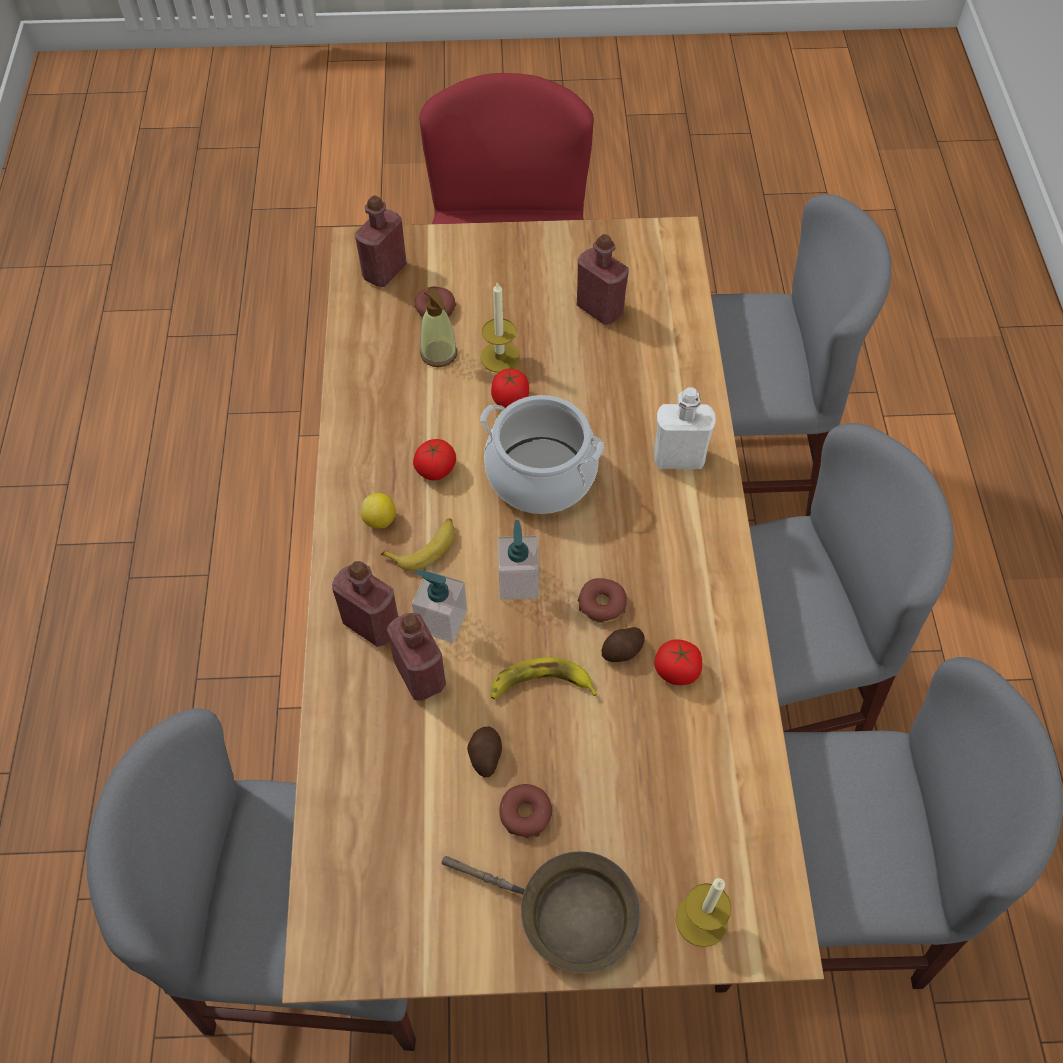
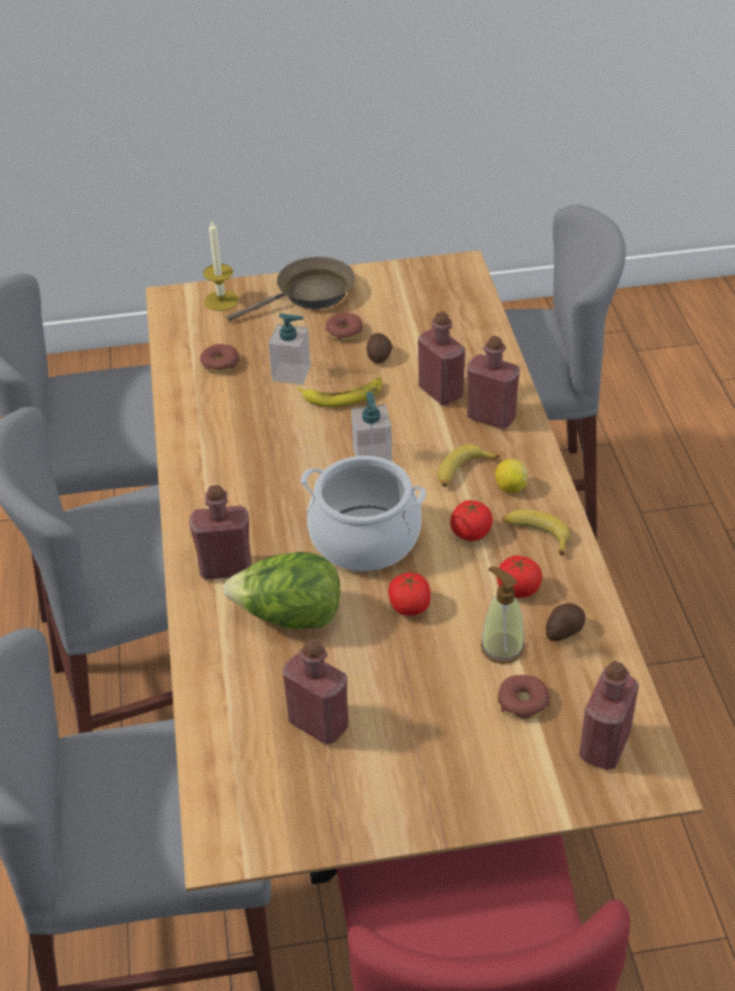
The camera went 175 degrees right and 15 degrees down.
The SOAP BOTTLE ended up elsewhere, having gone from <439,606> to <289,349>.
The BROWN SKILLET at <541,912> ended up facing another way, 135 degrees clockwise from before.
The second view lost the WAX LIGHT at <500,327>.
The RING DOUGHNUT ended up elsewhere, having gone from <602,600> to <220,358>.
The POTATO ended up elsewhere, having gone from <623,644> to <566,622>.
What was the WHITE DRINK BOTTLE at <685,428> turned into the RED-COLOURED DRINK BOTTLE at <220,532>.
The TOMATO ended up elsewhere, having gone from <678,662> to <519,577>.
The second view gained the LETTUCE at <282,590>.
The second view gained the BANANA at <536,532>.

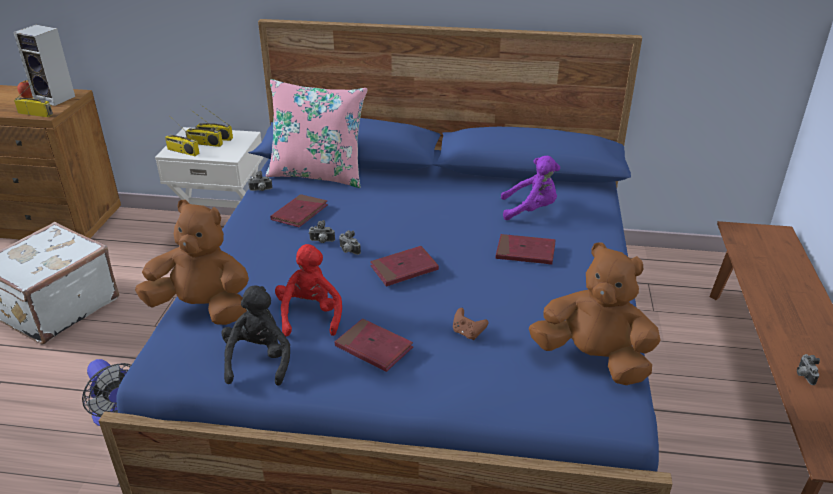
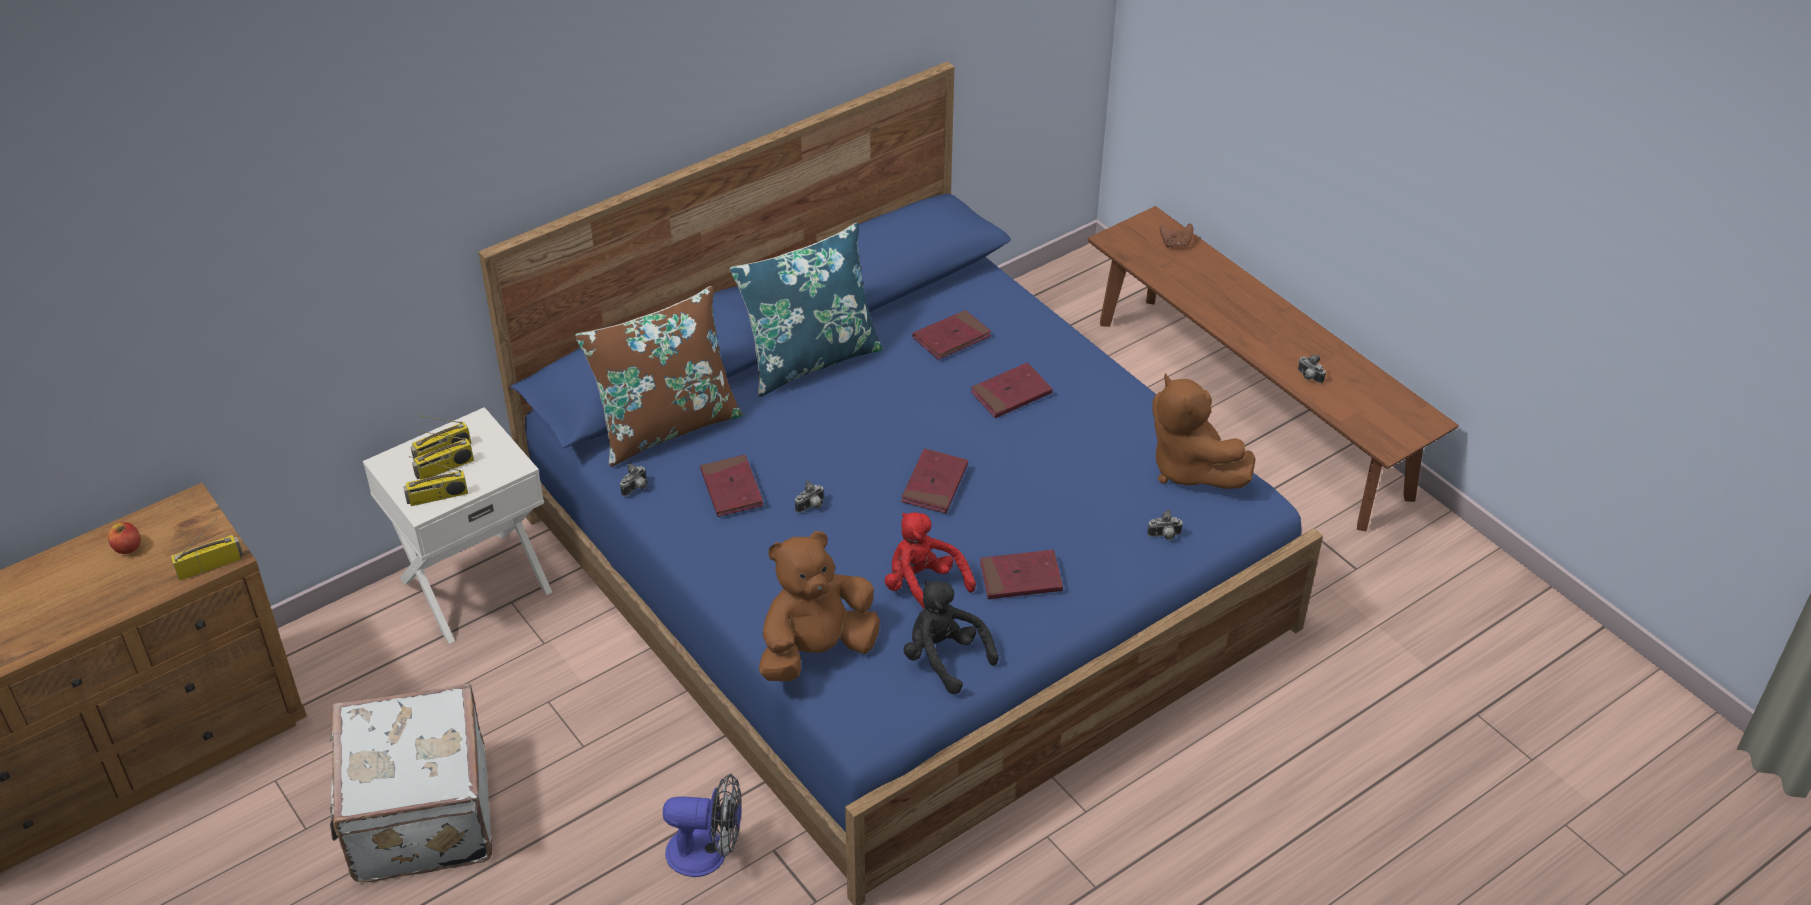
The camera went 45 degrees left and 10 degrees up.
The second view lost the LOUDSPEAKER at <44,65>.
What was the PINKISH PILLOW at <317,133> turned into the BROWN PILLOW at <659,376>.
The STILL CAMERA ended up elsewhere, having gone from <350,242> to <1165,524>.
The BROWN GAME CONTROLLER ended up elsewhere, having gone from <470,324> to <1176,235>.
Where the PURPLE-COLOURED SOFT TOY stood at <530,188>, the RED-COLOURED BOOK came to stand at <951,335>.
The BROWN SOFT TOY at <594,314> ended up facing another way, 105 degrees counterclockwise from before.
The second view gained the BLUE-COLOURED PILLOW at <806,310>.

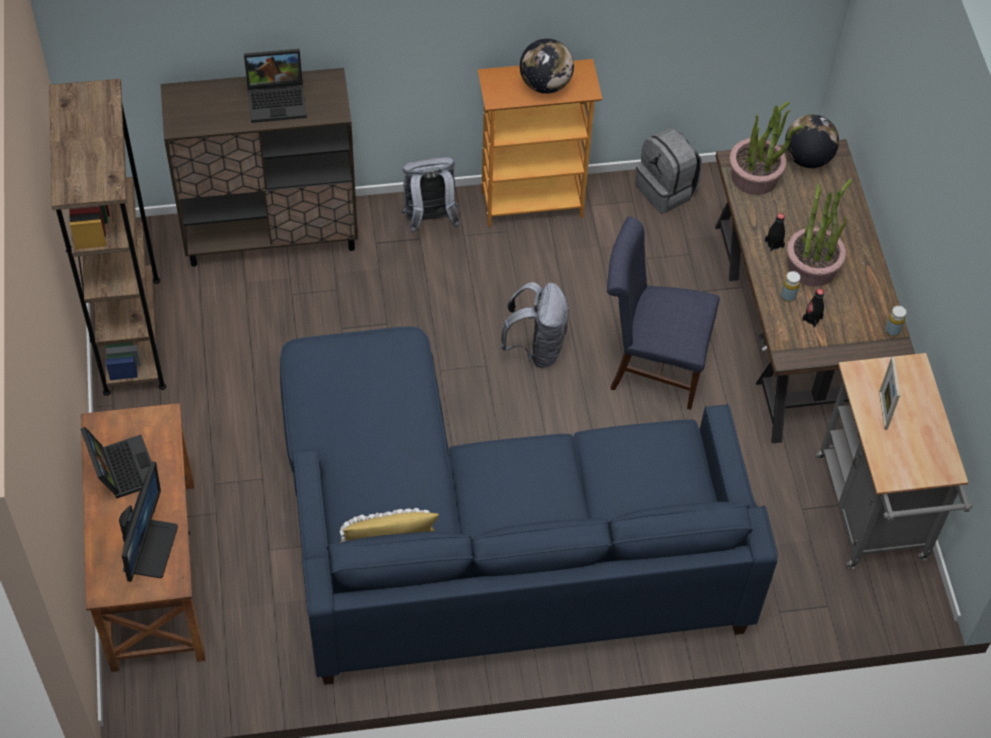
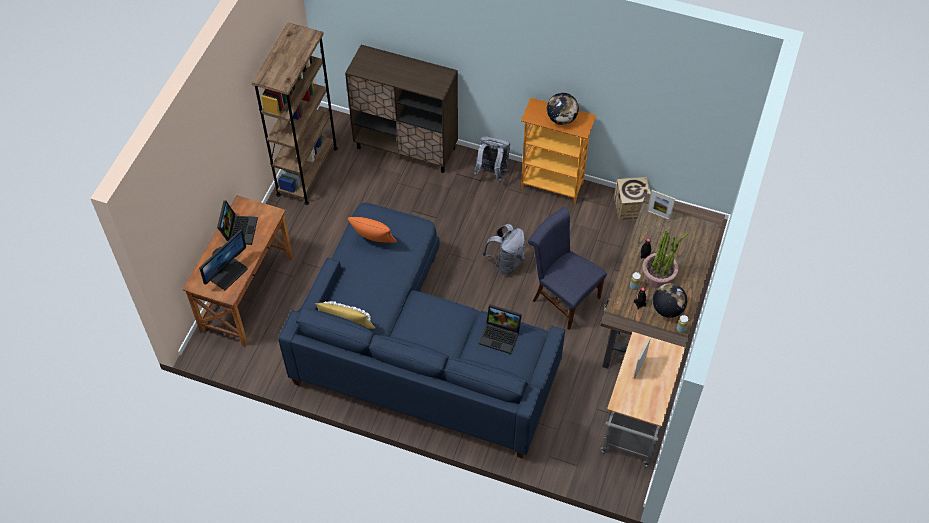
The camera went 30 degrees right and 0 degrees up.
The LAPTOP ended up elsewhere, having gone from <275,86> to <500,329>.
Where the GREY KNAPSACK stood at <669,171>, the PACKING BOX came to stand at <632,199>.
Where the HOUSEPLANT stood at <766,148>, the PICTURE FRAME came to stand at <661,205>.
The DESK GLOBE ended up elsewhere, having gone from <812,141> to <670,300>.
The second view gained the ORANGE PILLOW at <372,230>.

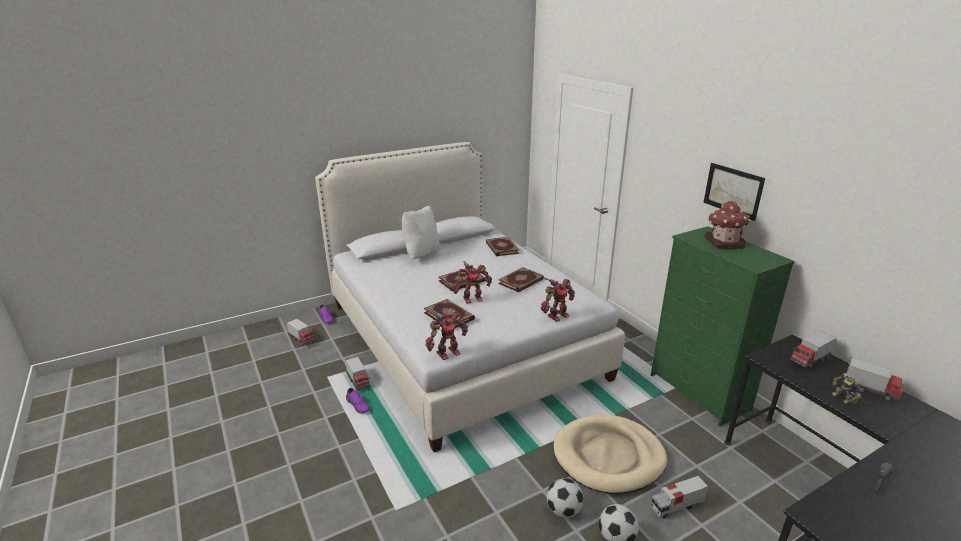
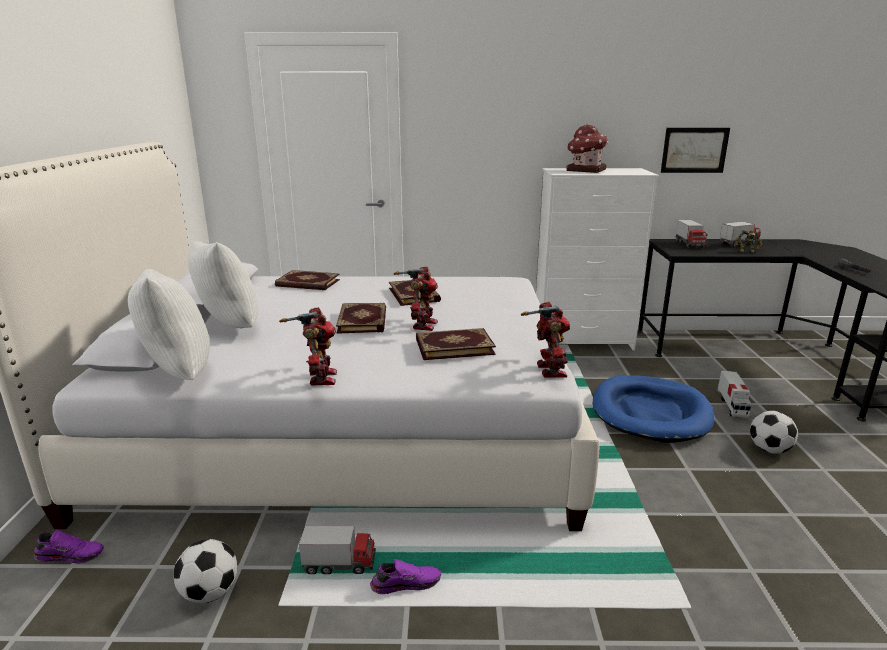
The camera went 60 degrees left and 5 degrees down.
The second view lost the TOY LORRY at <301,332>.
The MODEL ROBOT ended up elsewhere, having gone from <558,300> to <308,346>.
The FOOTBALL BALL ended up elsewhere, having gone from <565,498> to <205,571>.
What was the BEIGE-COLOURED PET BED at <610,454> turned into the BLUE-COLOURED PET BED at <654,409>.
What was the GREEN DRESSER at <723,326> turned into the WHITE DRESSER at <597,259>.
The WALL PICTURE ended up elsewhere, having gone from <734,192> to <695,150>.
The second view gained the WHITE PILLOW at <169,324>.

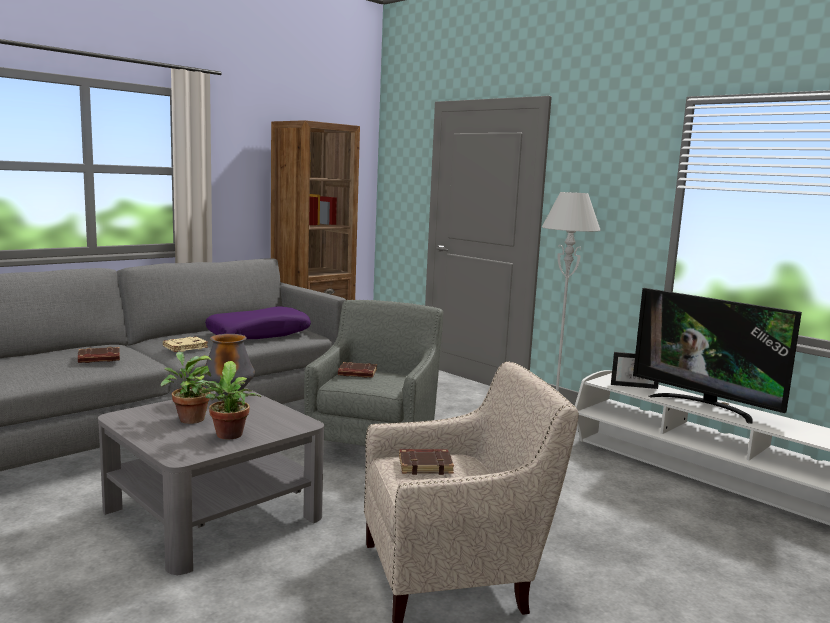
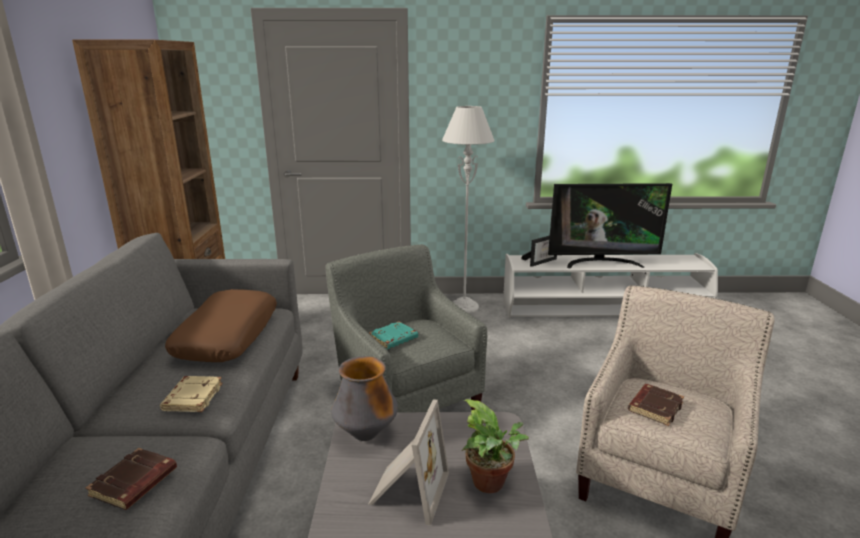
The camera went 45 degrees left and 10 degrees up.
Where the HOUSEPLANT stood at <187,388>, the PICTURE FRAME came to stand at <409,463>.
What was the PURPLE-COLOURED PILLOW at <258,322> turned into the BROWN PILLOW at <221,325>.
What was the BROWN BOOK at <357,370> turned into the TURQUOISE BOOK at <393,335>.

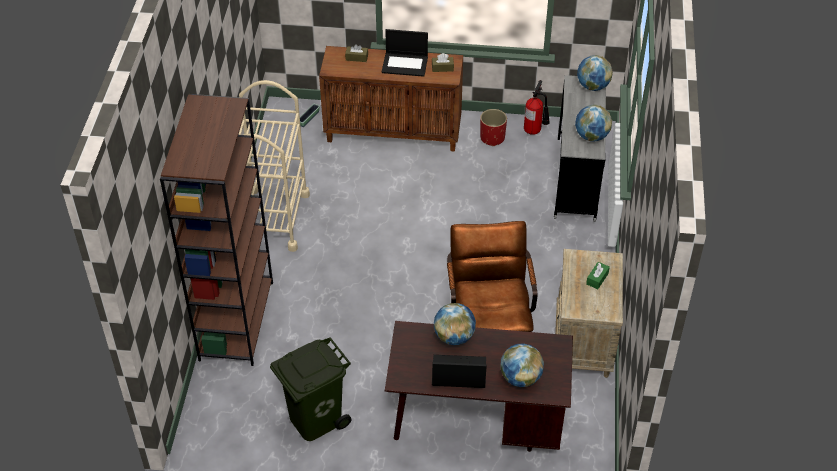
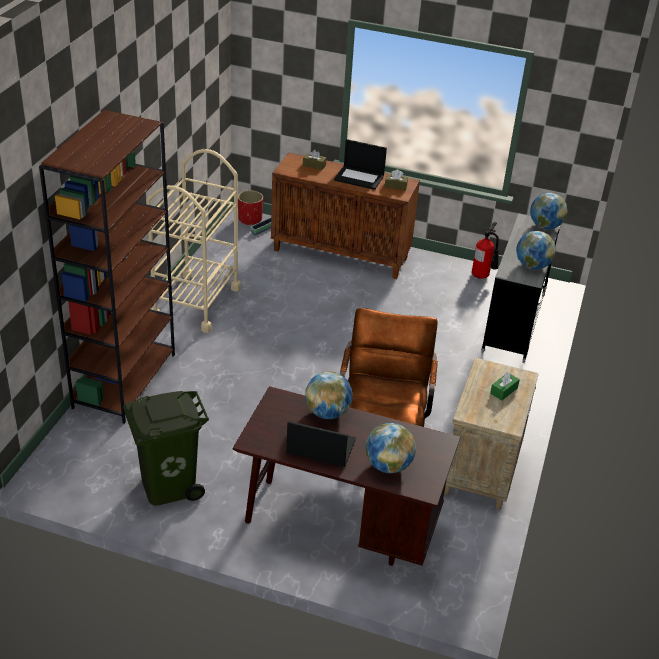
The camera went 10 degrees right and 10 degrees down.
The RED-COLOURED PLANT POT ended up elsewhere, having gone from <493,127> to <250,208>.

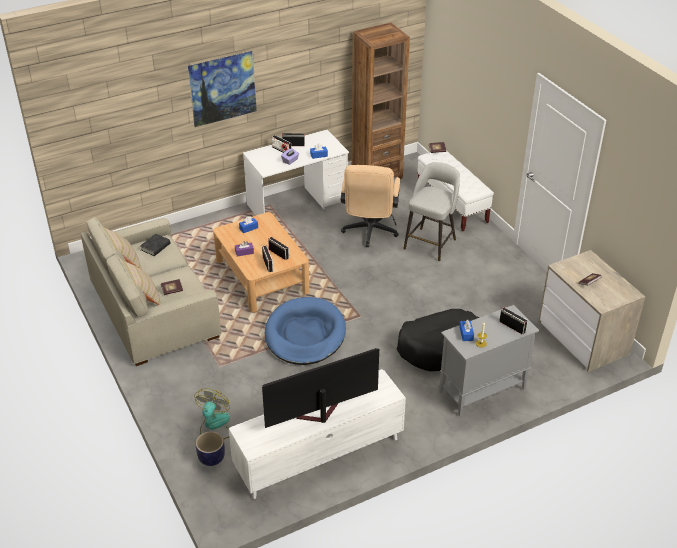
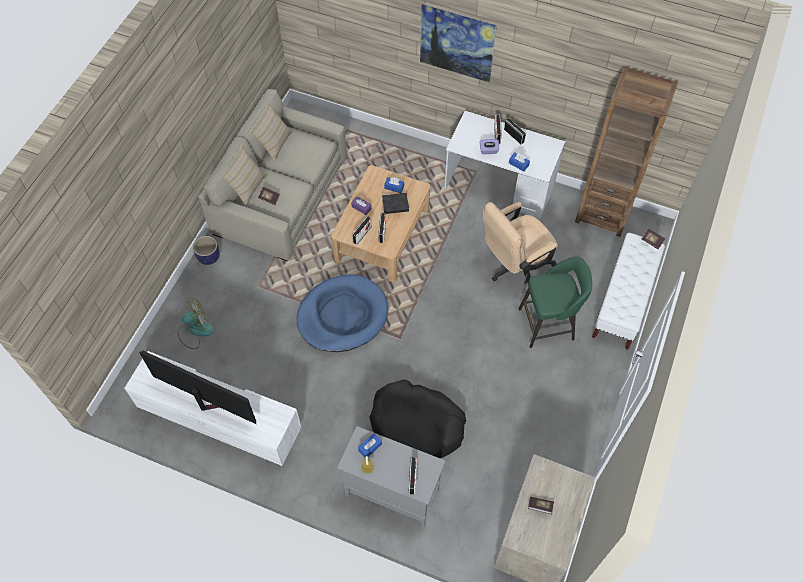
The camera went 50 degrees right and 20 degrees up.
The BLACKISH BOOK ended up elsewhere, having gone from <155,245> to <395,203>.
The PLANT POT ended up elsewhere, having gone from <210,448> to <206,250>.
What was the GREY STOOL at <432,211> turned into the GREEN STOOL at <555,302>.

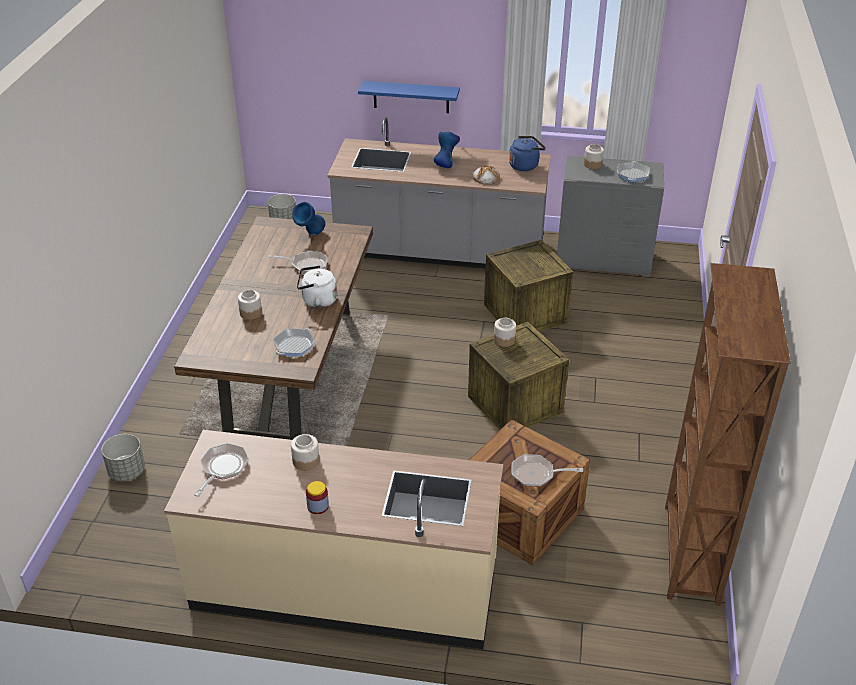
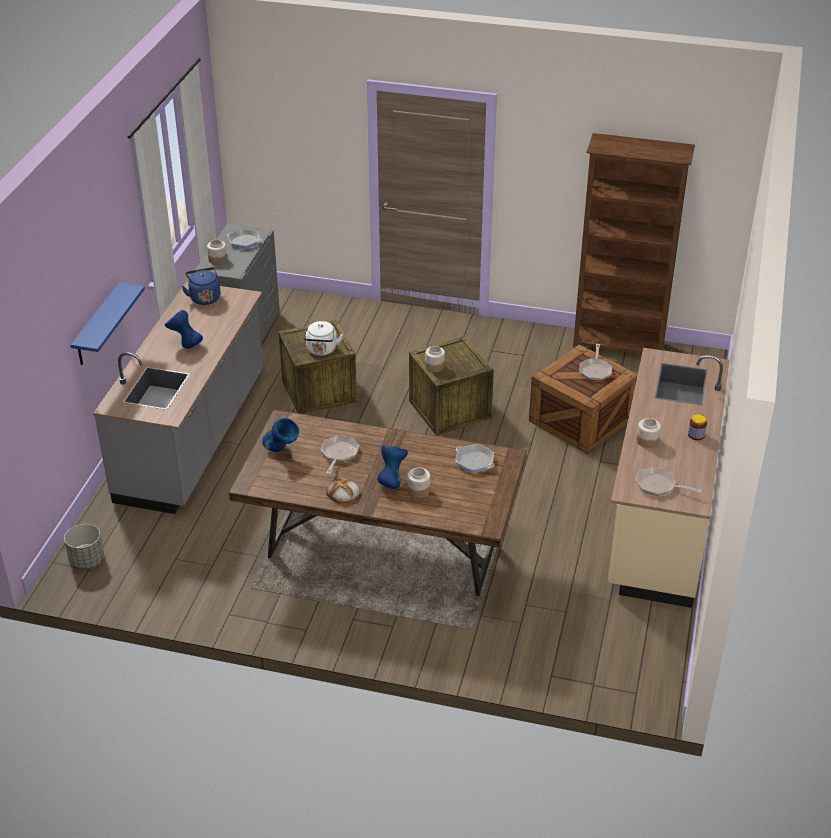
The camera went 85 degrees left and 0 degrees up.
The second view lost the GREY PLANT POT at <123,457>.
The WHITE KETTLE ended up elsewhere, having gone from <317,286> to <323,338>.
The BAKED BREAD ended up elsewhere, having gone from <486,175> to <343,490>.
The second view gained the BLUE-COLOURED VASE at <392,466>.

